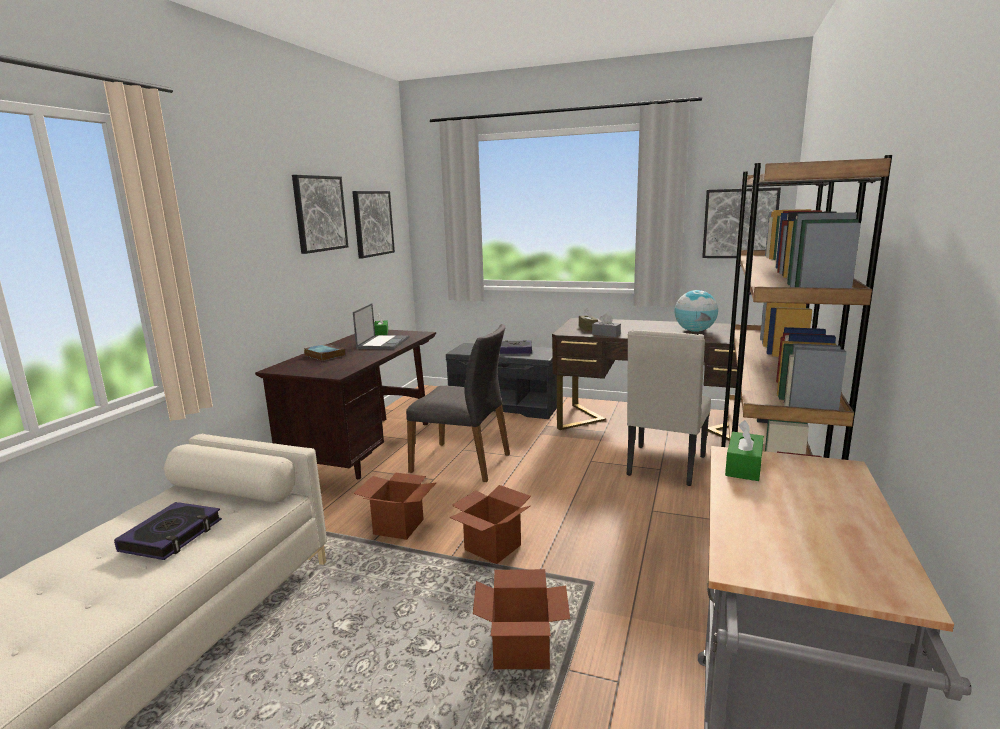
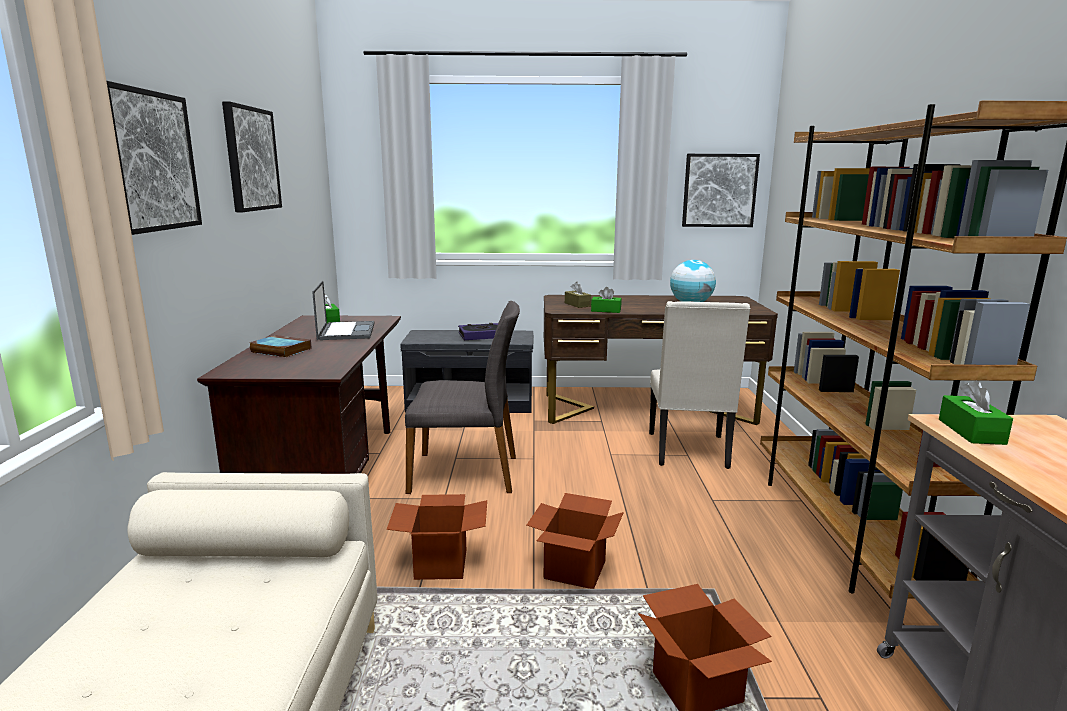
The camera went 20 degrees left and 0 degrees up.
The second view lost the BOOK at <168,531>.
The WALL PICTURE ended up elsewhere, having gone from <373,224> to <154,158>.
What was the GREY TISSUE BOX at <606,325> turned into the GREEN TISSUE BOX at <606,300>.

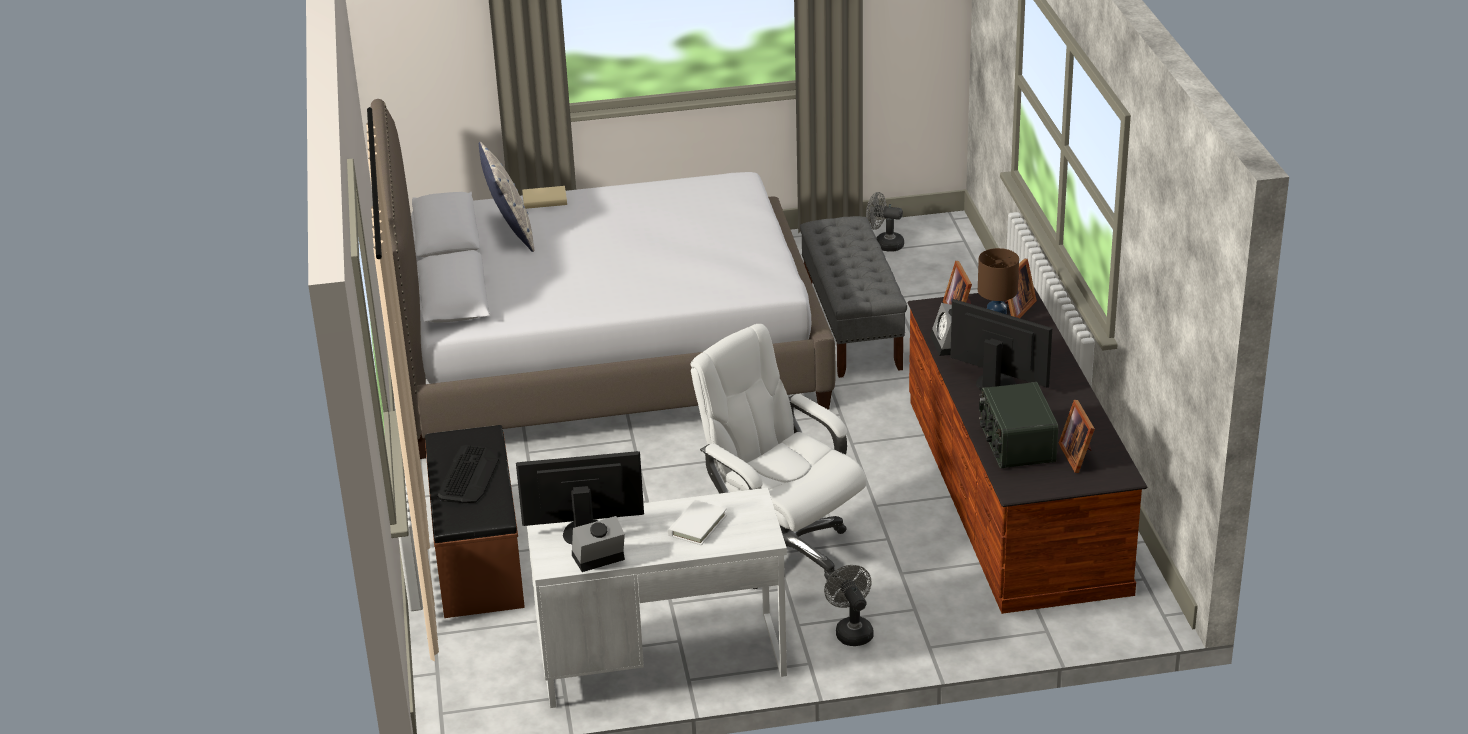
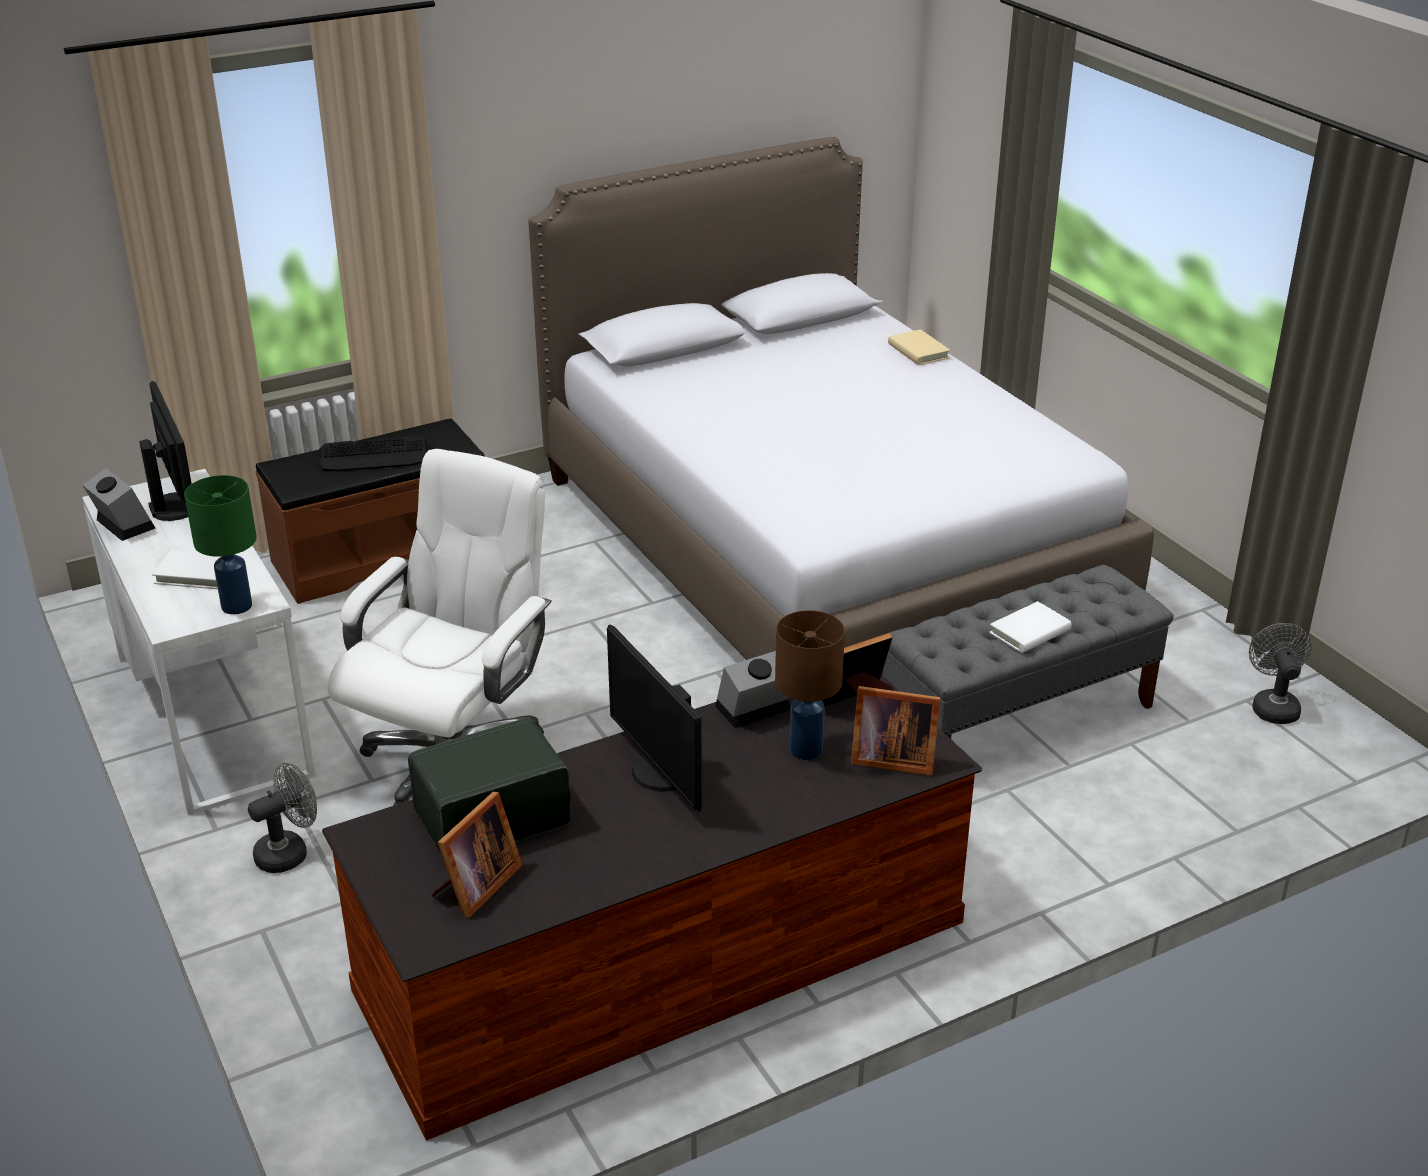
The camera went 70 degrees right and 0 degrees up.
The second view lost the PILLOW at <506,197>.
The MONITOR at <1001,345> ended up facing another way, 135 degrees clockwise from before.
The PICTURE FRAME at <1077,436> ended up facing another way, 150 degrees clockwise from before.
The second view gained the GREEN TABLETOP LAMP at <220,544>.
The second view gained the WHITE BOOK at <1030,627>.

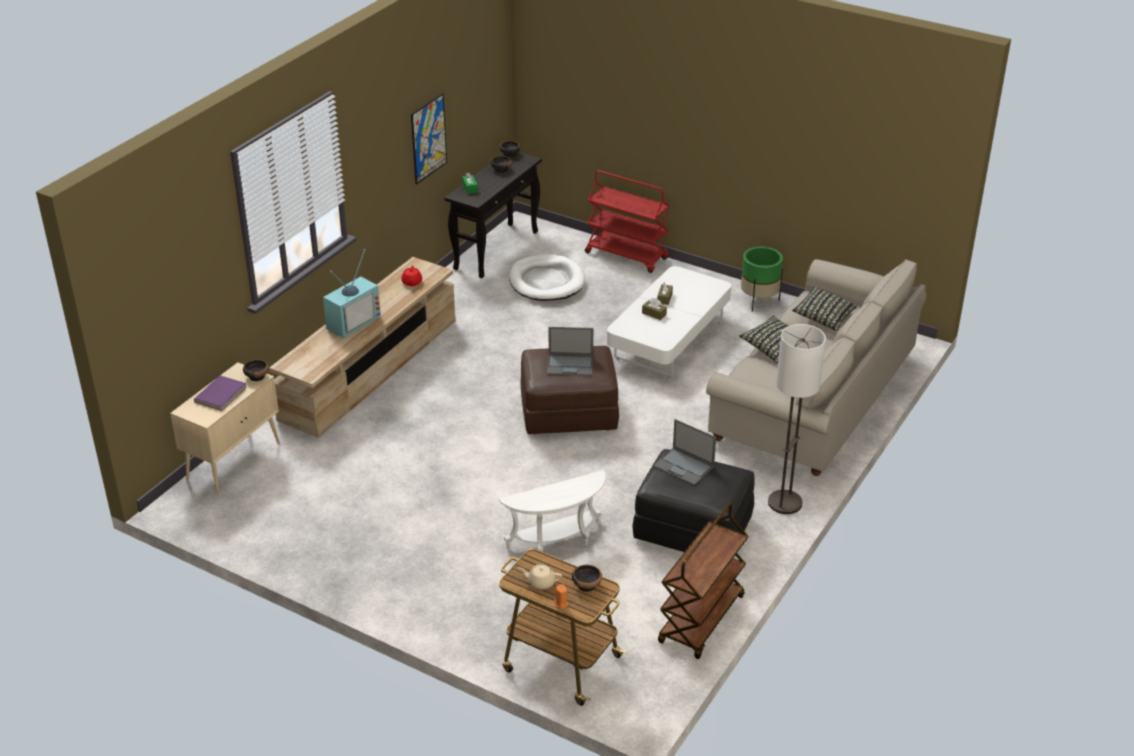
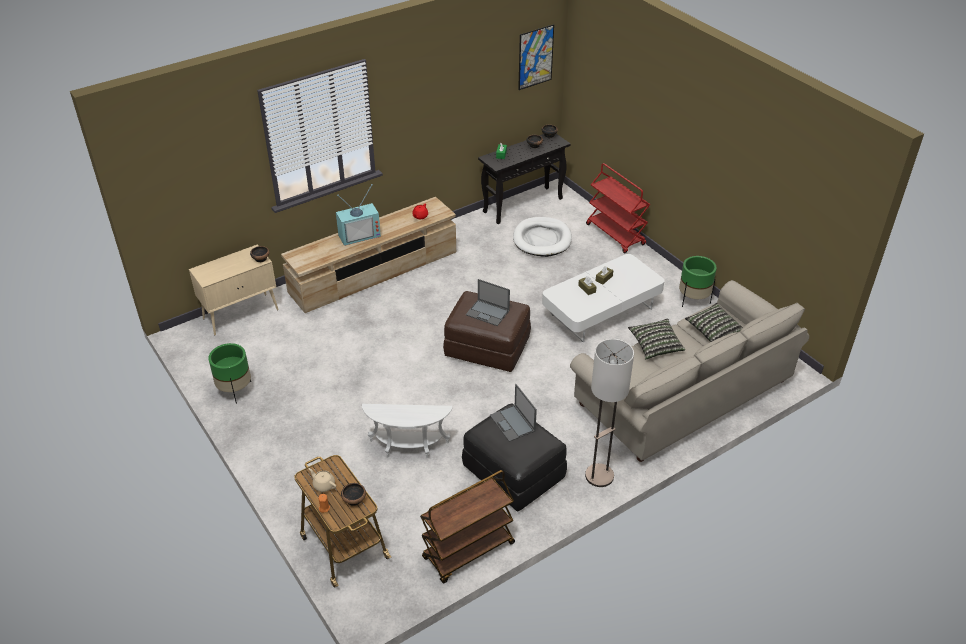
The camera went 25 degrees right and 5 degrees up.
The second view lost the PURPLE-COLOURED BOOK at <220,393>.
The WALL PICTURE ended up elsewhere, having gone from <429,139> to <536,57>.
The second view gained the GREEN PLANT POT at <229,373>.

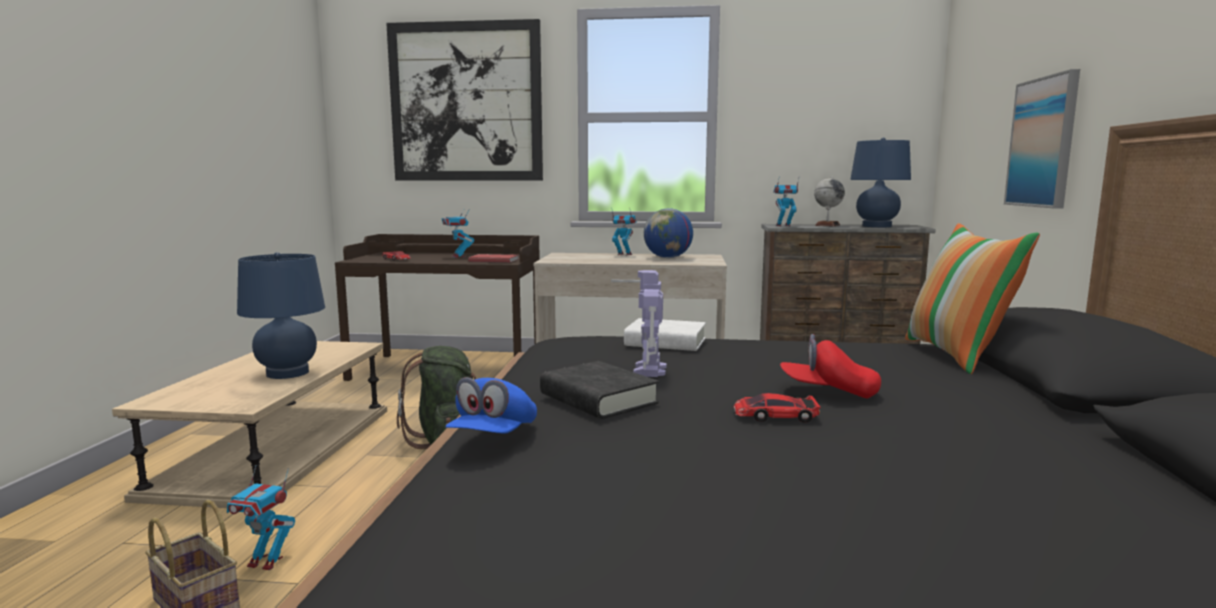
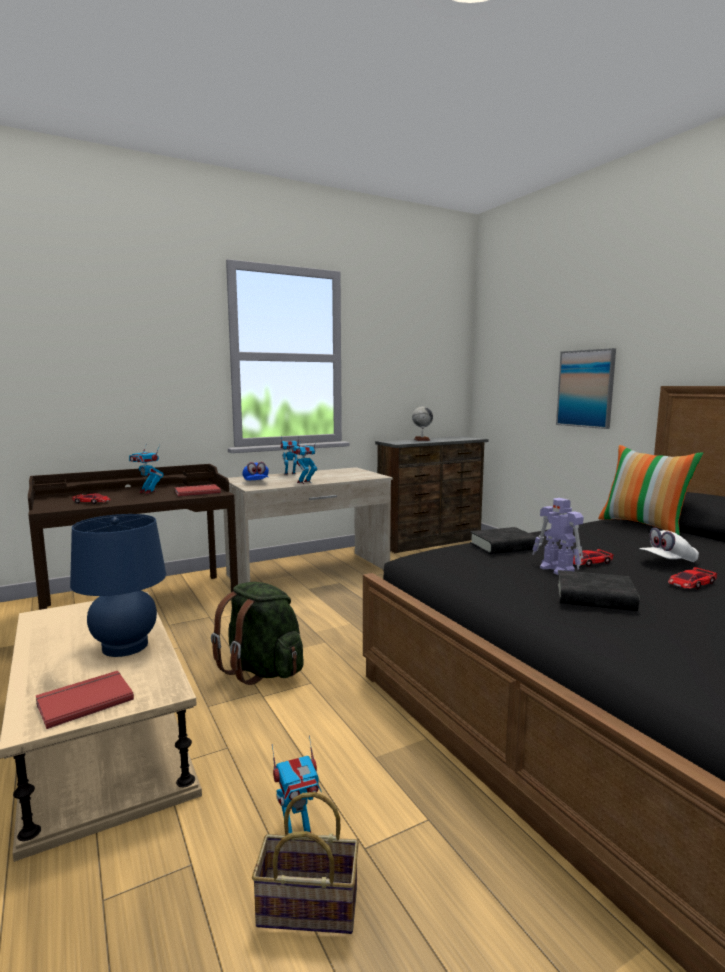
The camera went 35 degrees left and 0 degrees up.
The second view lost the WALL PICTURE at <464,100>.
The BLUE-COLOURED PEAKED CAP ended up elsewhere, having gone from <491,405> to <255,471>.
What was the WHITE BOOK at <665,334> turned into the BLACKISH BOOK at <503,540>.
The second view lost the DESK GLOBE at <668,233>.
The MODEL ROBOT ended up elsewhere, having gone from <786,203> to <304,461>.
What was the RED-COLOURED PEAKED CAP at <830,366> turned into the WHITE PEAKED CAP at <669,545>.
The second view lost the BLUE-COLOURED TABLETOP LAMP at <880,182>.
The second view gained the RED-COLOURED BOOK at <85,700>.
The second view gained the MINIATURE CAR at <593,558>.

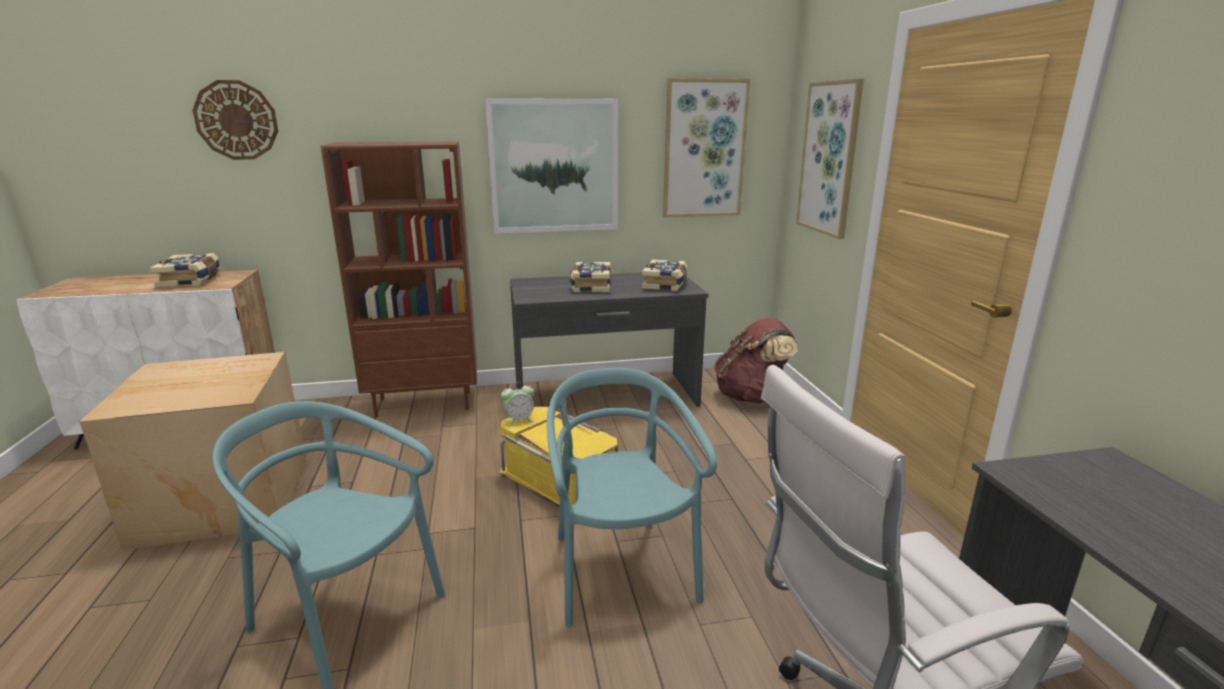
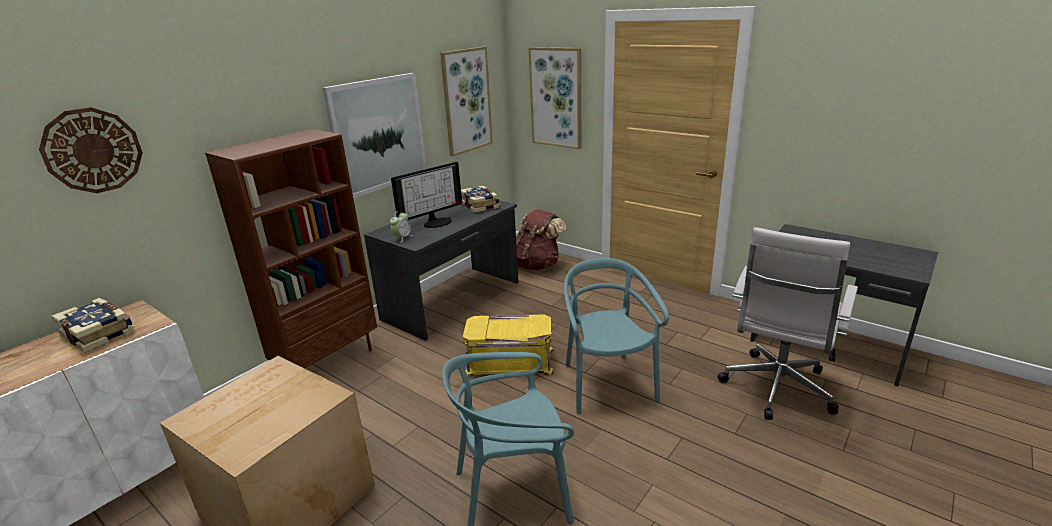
The camera went 40 degrees left and 5 degrees up.
The BEDSIDE CLOCK ended up elsewhere, having gone from <518,404> to <401,227>.
The TURQUOISE CHAIR at <632,497> ended up facing another way, 45 degrees clockwise from before.
Where the BOOK stood at <590,277>, the MONITOR came to stand at <426,195>.

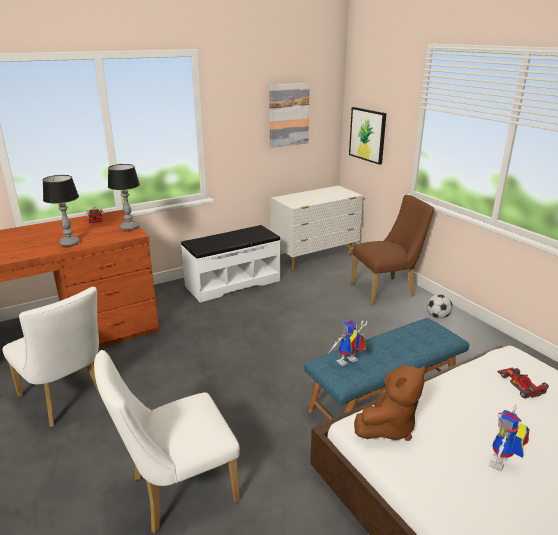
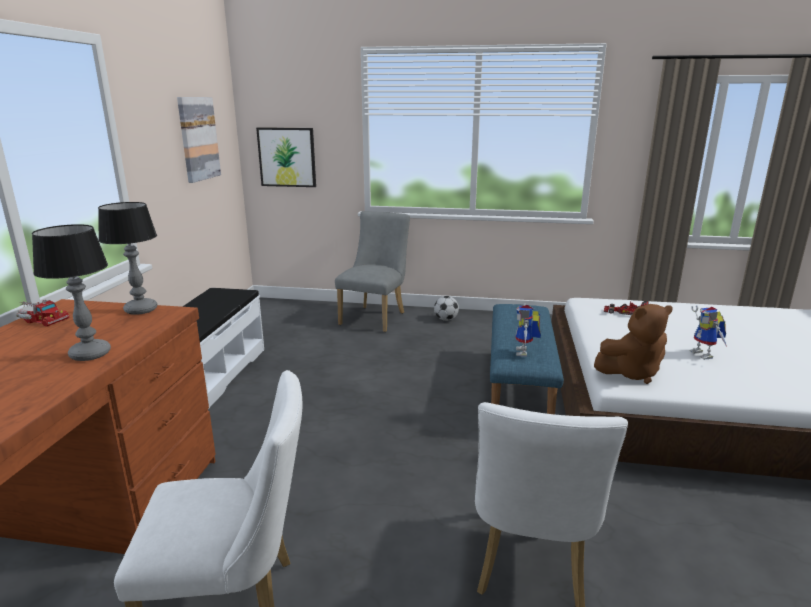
The camera went 50 degrees left and 5 degrees down.
The second view lost the WHITE DRESSER at <317,227>.
What was the BROWN CHAIR at <392,250> turned into the GREY CHAIR at <372,271>.
The BROWN SOFT TOY at <390,403> ended up facing another way, 75 degrees clockwise from before.

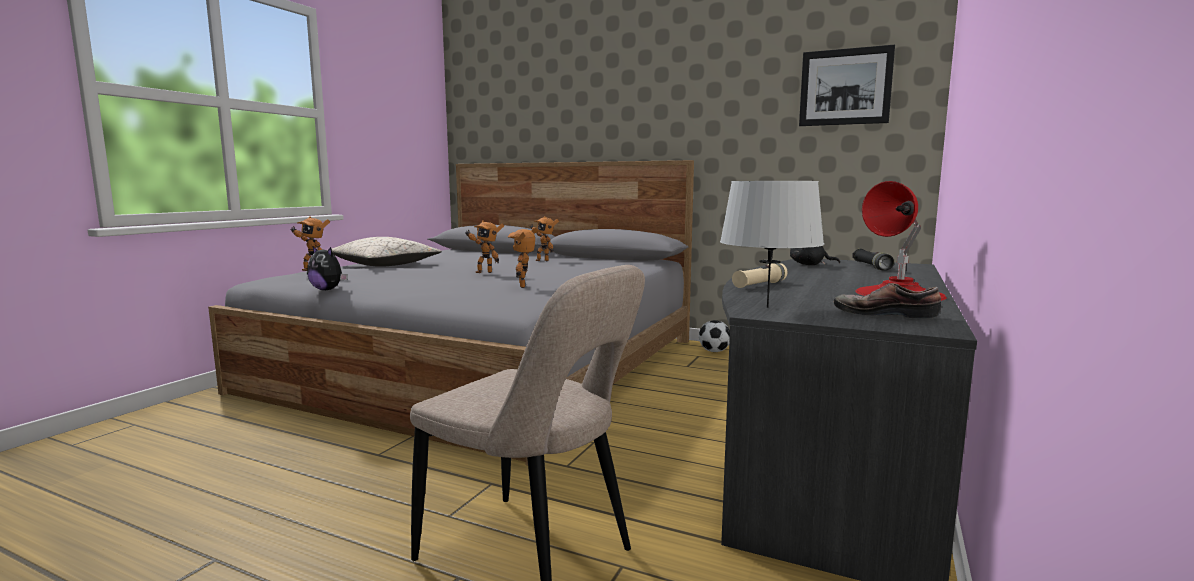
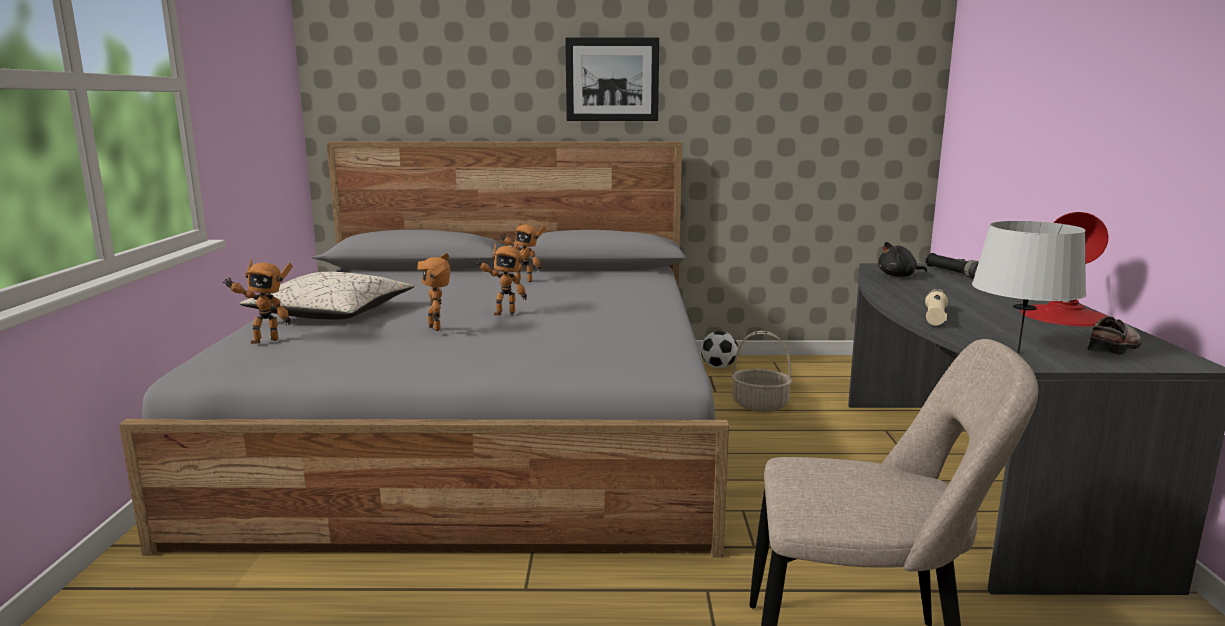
The camera went 25 degrees left and 5 degrees up.
The second view lost the SOFT TOY at <327,268>.
The MODEL ROBOT ended up elsewhere, having gone from <523,257> to <433,292>.
The WALL PICTURE ended up elsewhere, having gone from <847,85> to <612,79>.
The SHOE at <887,301> ended up facing another way, 135 degrees clockwise from before.
The second view gained the STORAGE BASKET at <761,371>.

